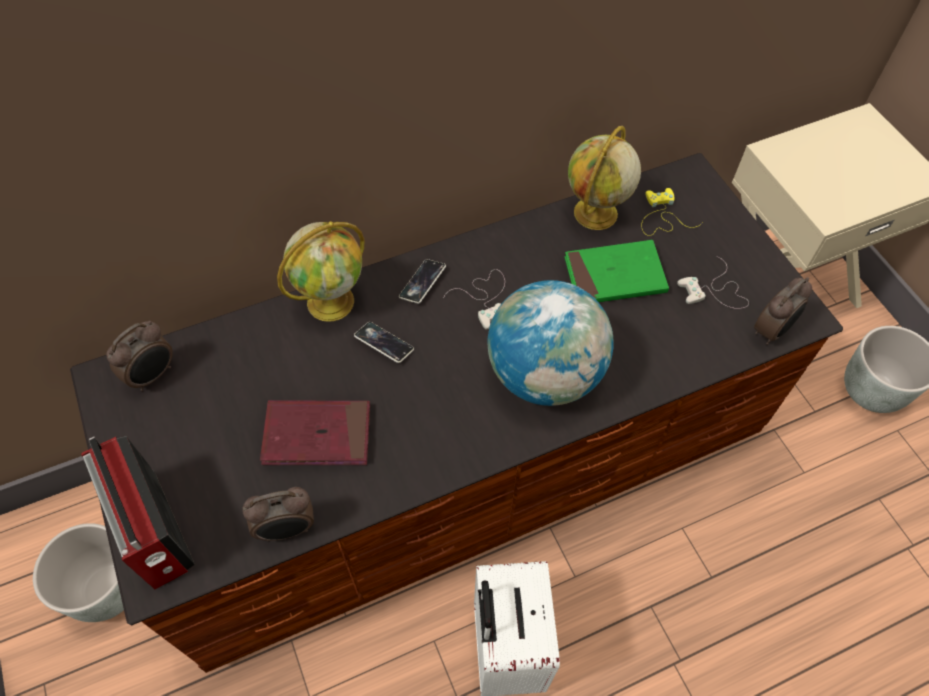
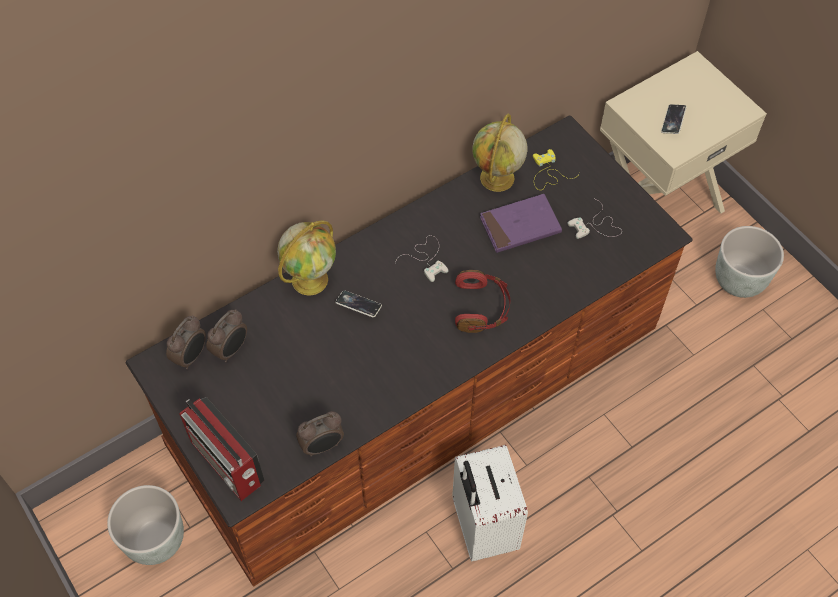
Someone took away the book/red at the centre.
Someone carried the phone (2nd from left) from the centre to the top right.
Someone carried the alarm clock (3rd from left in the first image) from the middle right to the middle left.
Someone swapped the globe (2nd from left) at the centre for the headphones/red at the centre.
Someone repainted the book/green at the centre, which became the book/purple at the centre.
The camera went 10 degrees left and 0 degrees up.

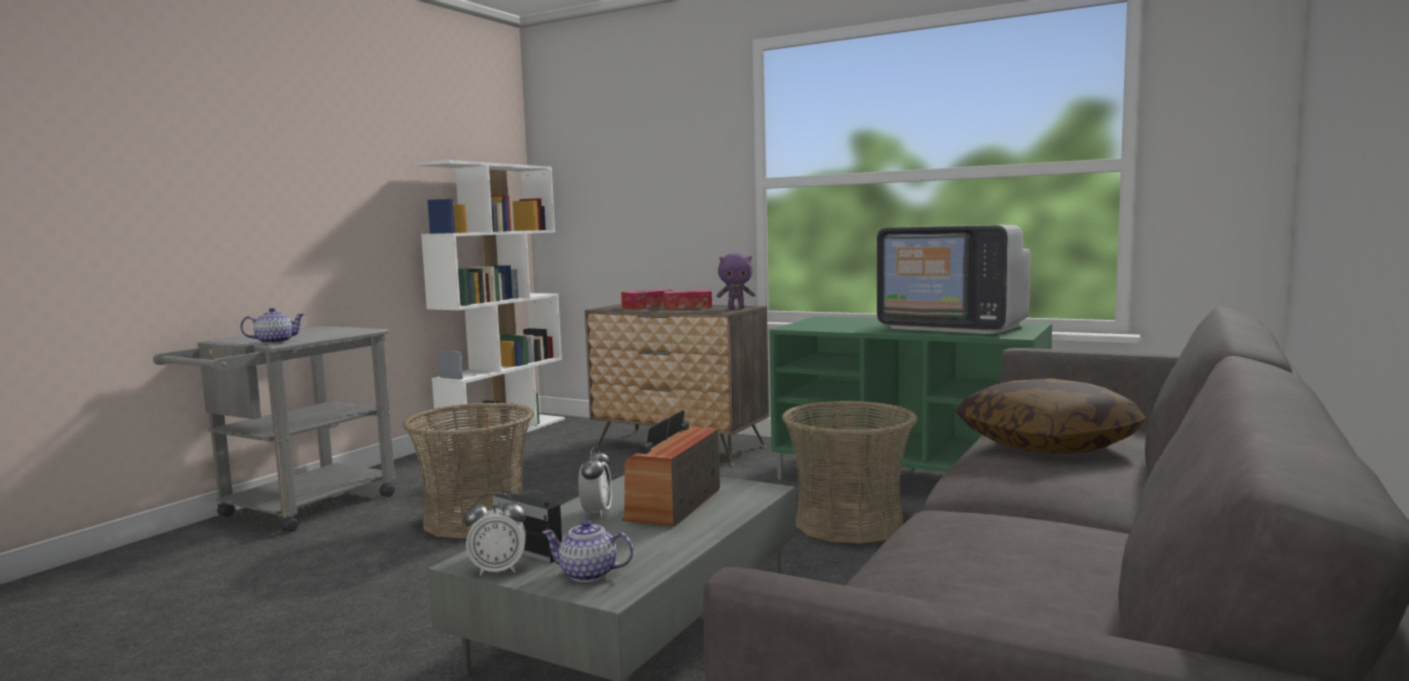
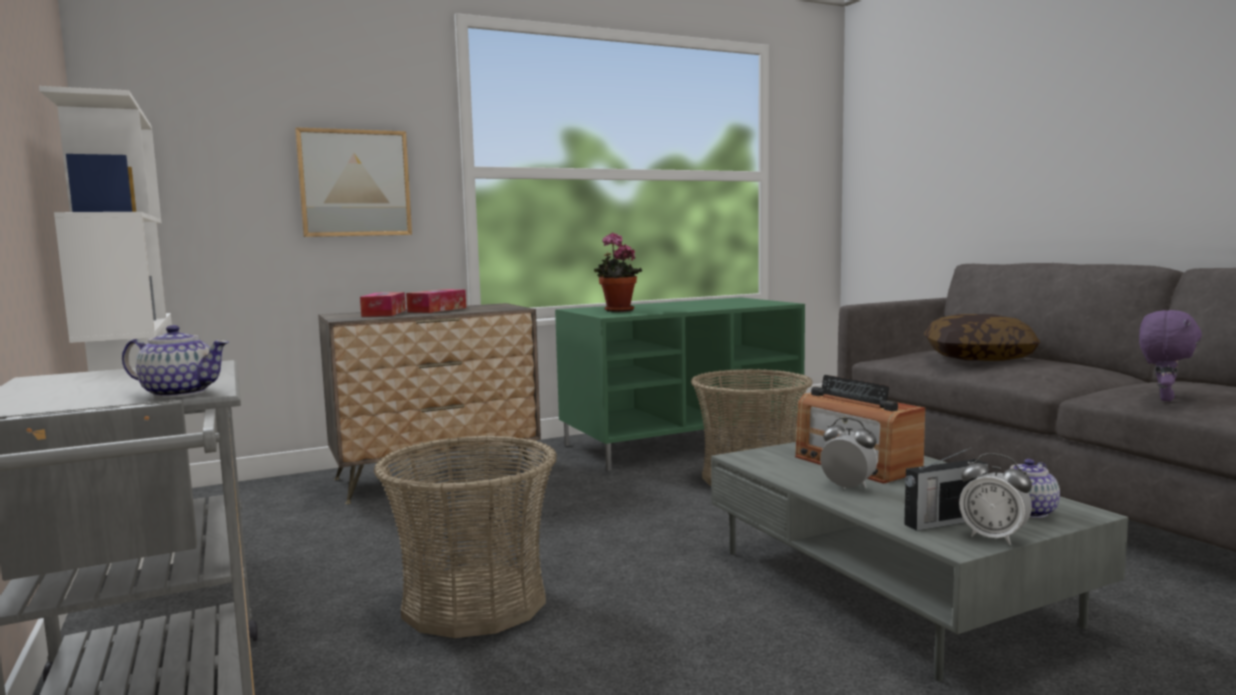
Someone took away the television at the middle right.
Someone put up the picture at the top left.
Someone put down the potted plant at the centre.
Someone carried the plush toy/purple from the centre to the middle right.
Someone rotated the teapot (1st from left) at the middle left by 90 degrees clockwise.
Someone rotated the alarm clock (1st from left in the first image) at the bottom centre by 105 degrees clockwise.
The camera went 55 degrees left and 0 degrees up.

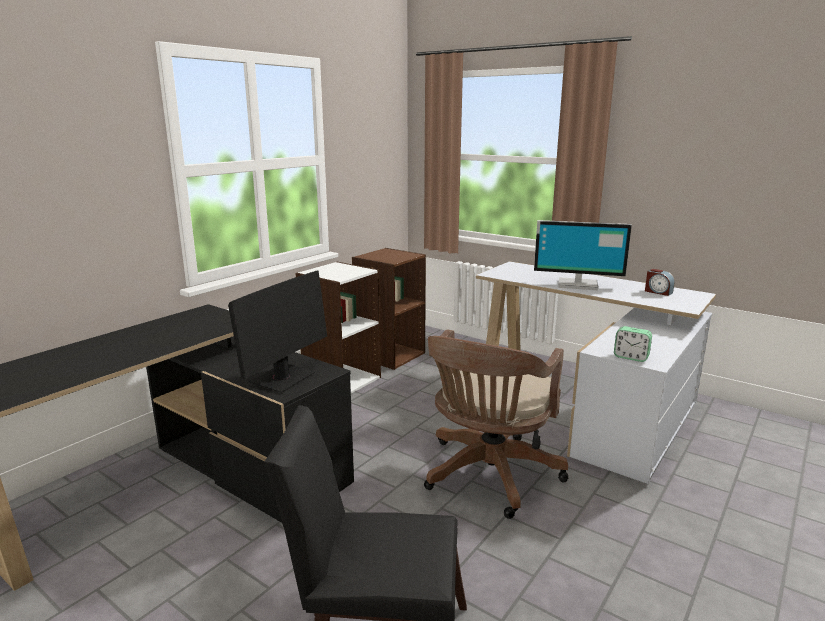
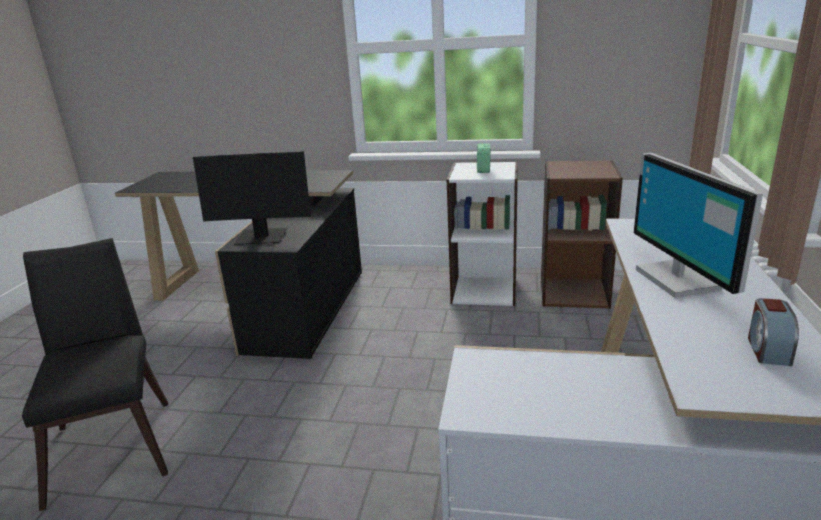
Someone took away the office chair/brown at the bottom centre.
Someone carried the alarm clock (1st from left) from the middle right to the top centre.
The camera went 65 degrees right and 5 degrees up.

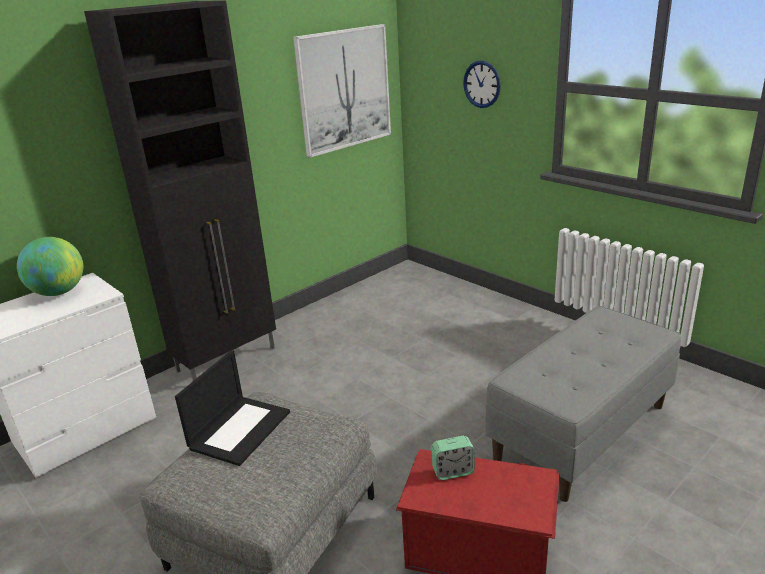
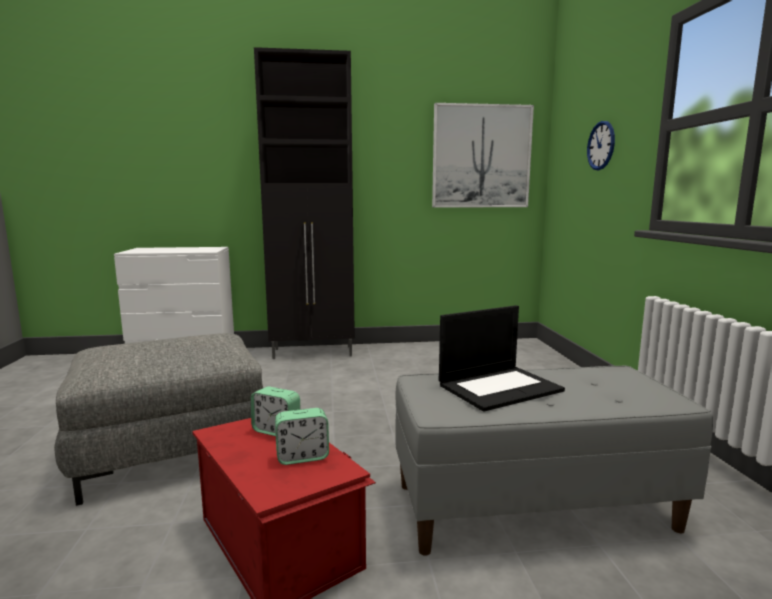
Someone took away the globe at the middle left.
Someone put down the alarm clock (2nd from left) at the bottom centre.
Someone carried the laptop from the bottom left to the centre.
The camera went 35 degrees right and 15 degrees down.

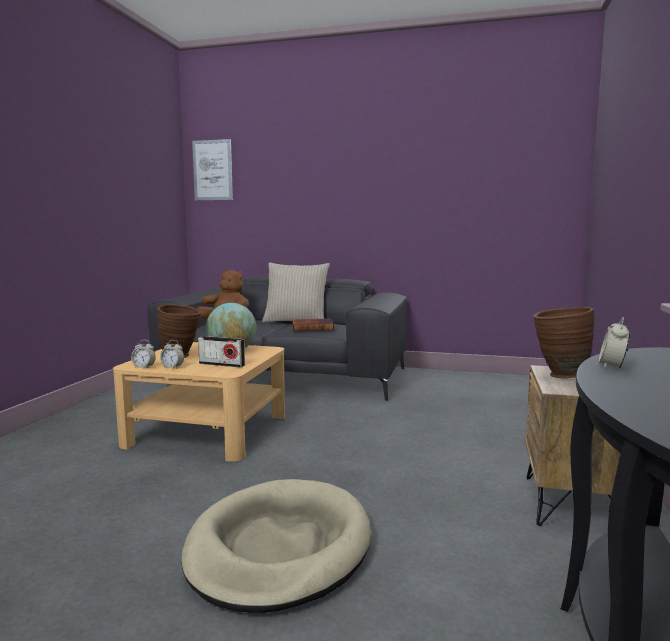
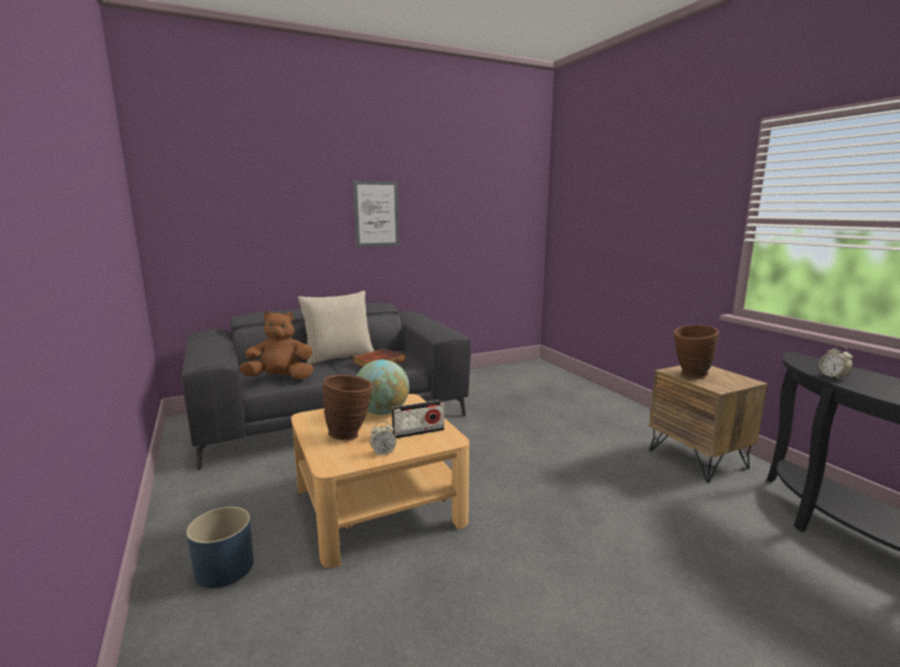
Someone took away the alarm clock (1st from left) at the middle left.
Someone took away the dog bed/beige at the bottom centre.
Someone put down the planter/blue at the bottom left.
Someone carried the picture from the top left to the top centre.
The camera went 40 degrees left and 5 degrees up.

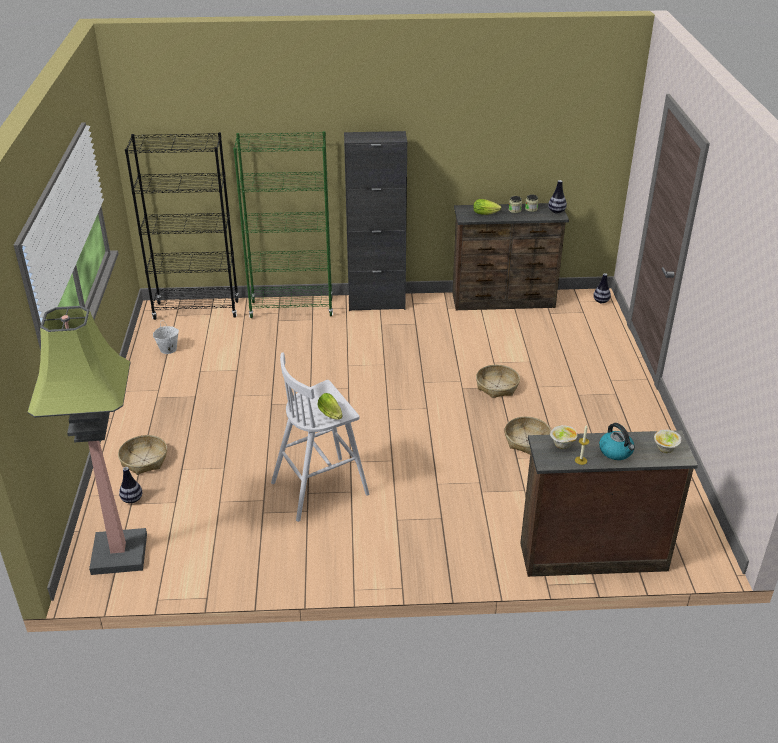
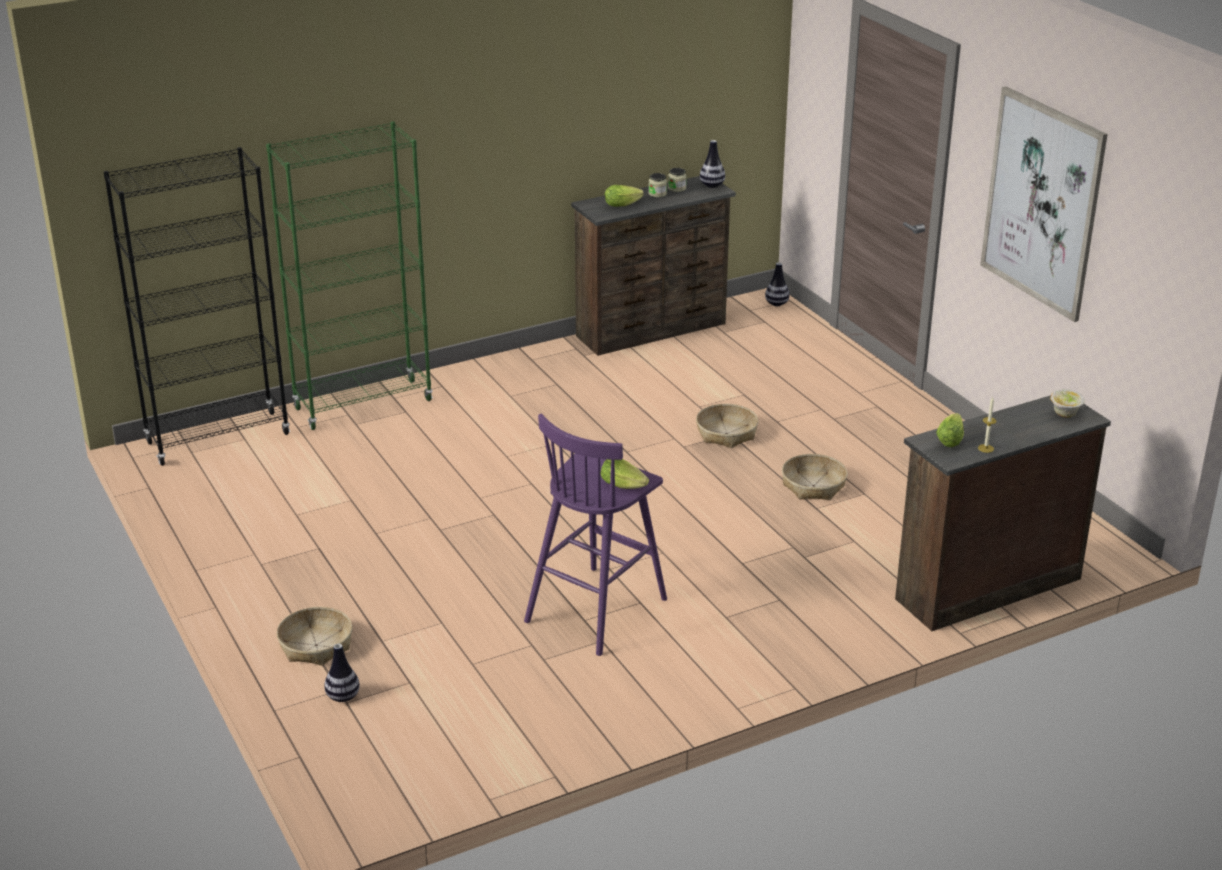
Someone took away the floor lamp at the middle left.
Someone took away the bucket/white at the middle left.
Someone took away the cabinet/black at the top centre.
Someone took away the kettle at the middle right.
Someone put up the picture at the top right.
Someone swapped the bowl (1st from left) at the middle right for the lettuce (3rd from left) at the middle right.
Someone repainted the stool/white at the centre, which became the stool/purple at the centre.
The camera went 25 degrees left and 5 degrees down.

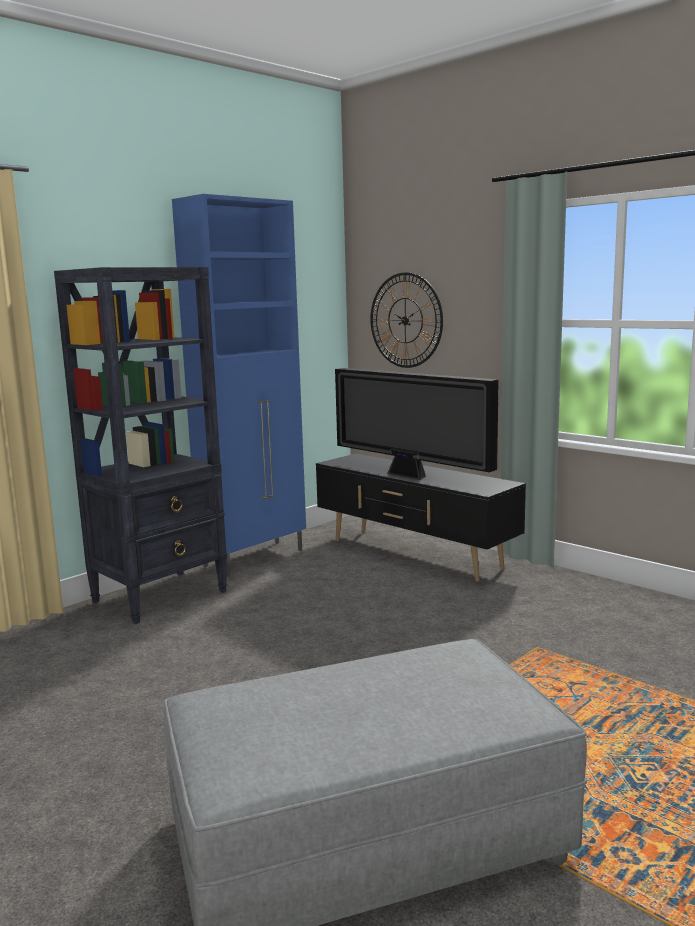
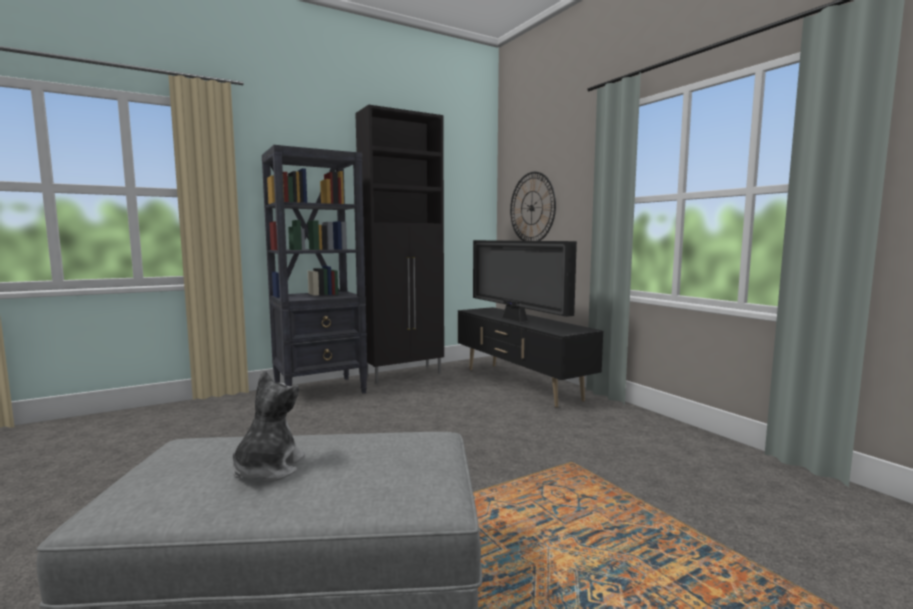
Someone put down the plush toy at the bottom left.
Someone repainted the cabinet/blue at the centre, which became the cabinet/black at the centre.
The camera went 15 degrees right and 5 degrees down.

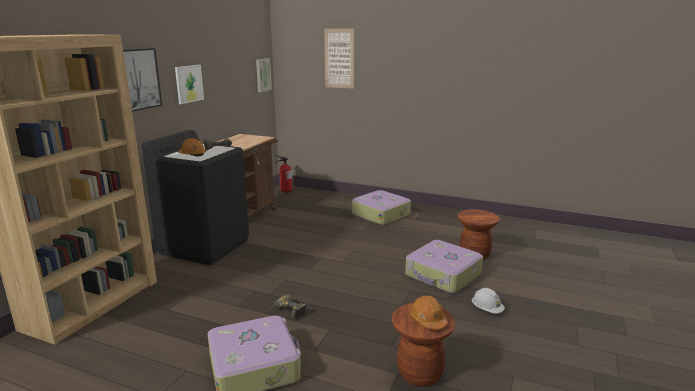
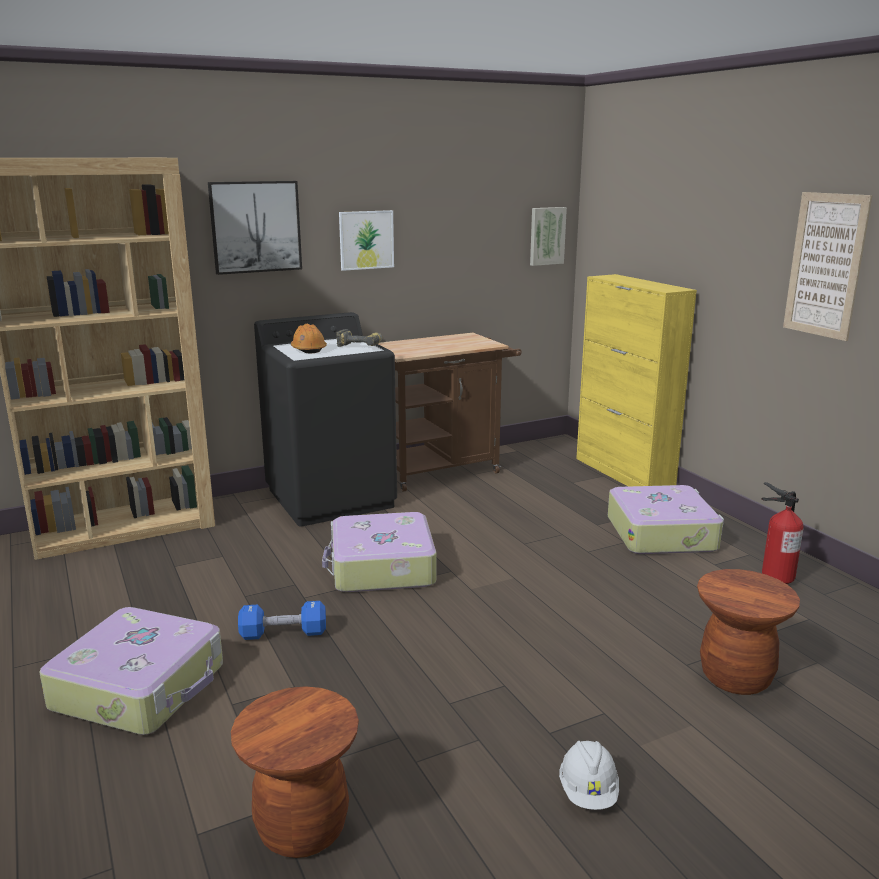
Someone took away the hard hat/orange (2nd from left) at the bottom centre.
Someone put down the cabinet/yellow at the middle right.
Someone carried the fire extinguisher from the centre to the middle right.
Someone carried the picture (4th from left) from the top centre to the top right.
Someone carried the suitcase (3rd from left in the first image) from the bottom centre to the centre.
Someone swapped the power drill (2nd from left) at the bottom centre for the dumbbell/blue at the bottom left.
The camera went 40 degrees right and 0 degrees up.

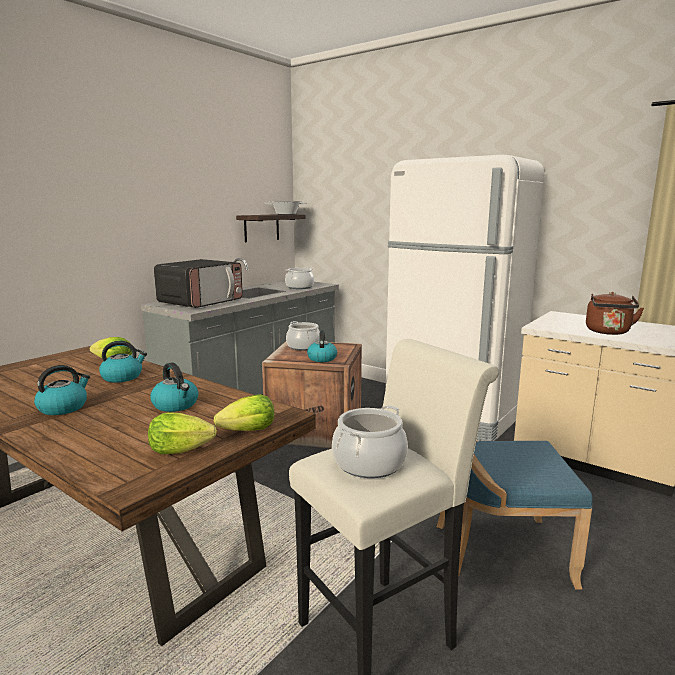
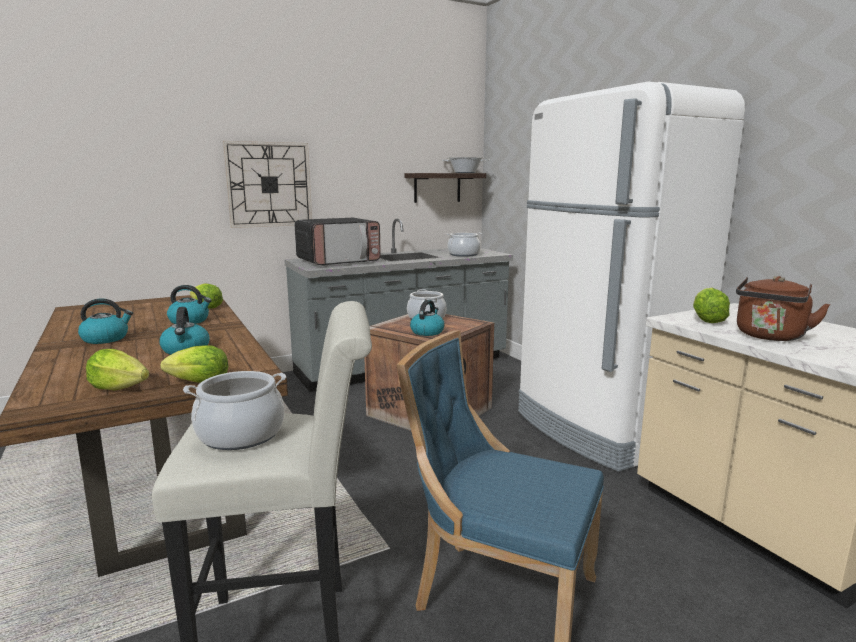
Someone put up the wall clock at the top left.
Someone put down the lettuce (4th from left) at the middle right.
The camera went 25 degrees right and 0 degrees up.

